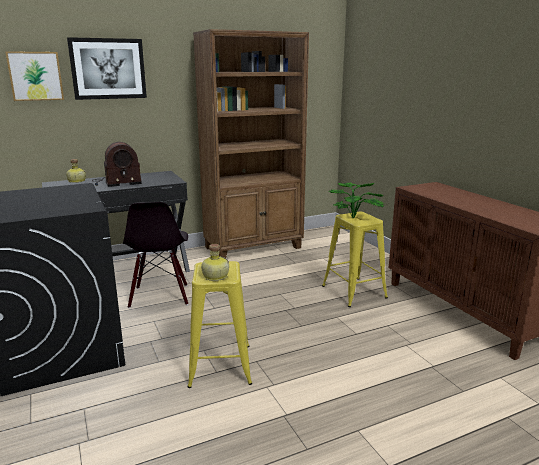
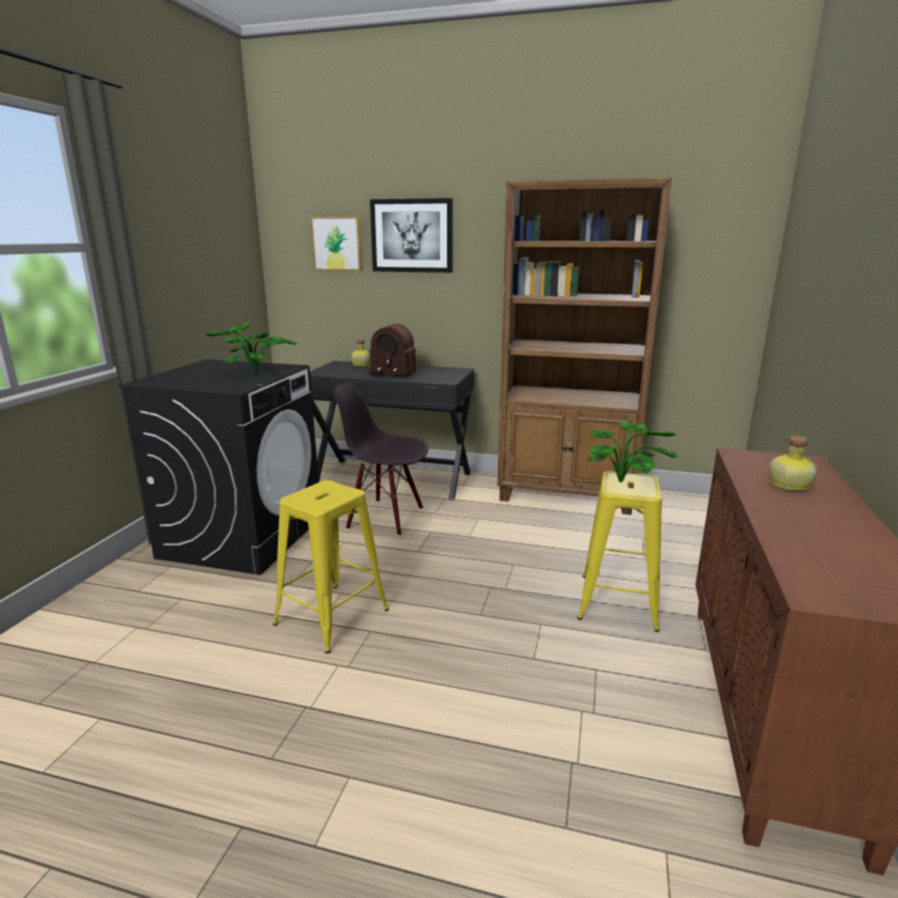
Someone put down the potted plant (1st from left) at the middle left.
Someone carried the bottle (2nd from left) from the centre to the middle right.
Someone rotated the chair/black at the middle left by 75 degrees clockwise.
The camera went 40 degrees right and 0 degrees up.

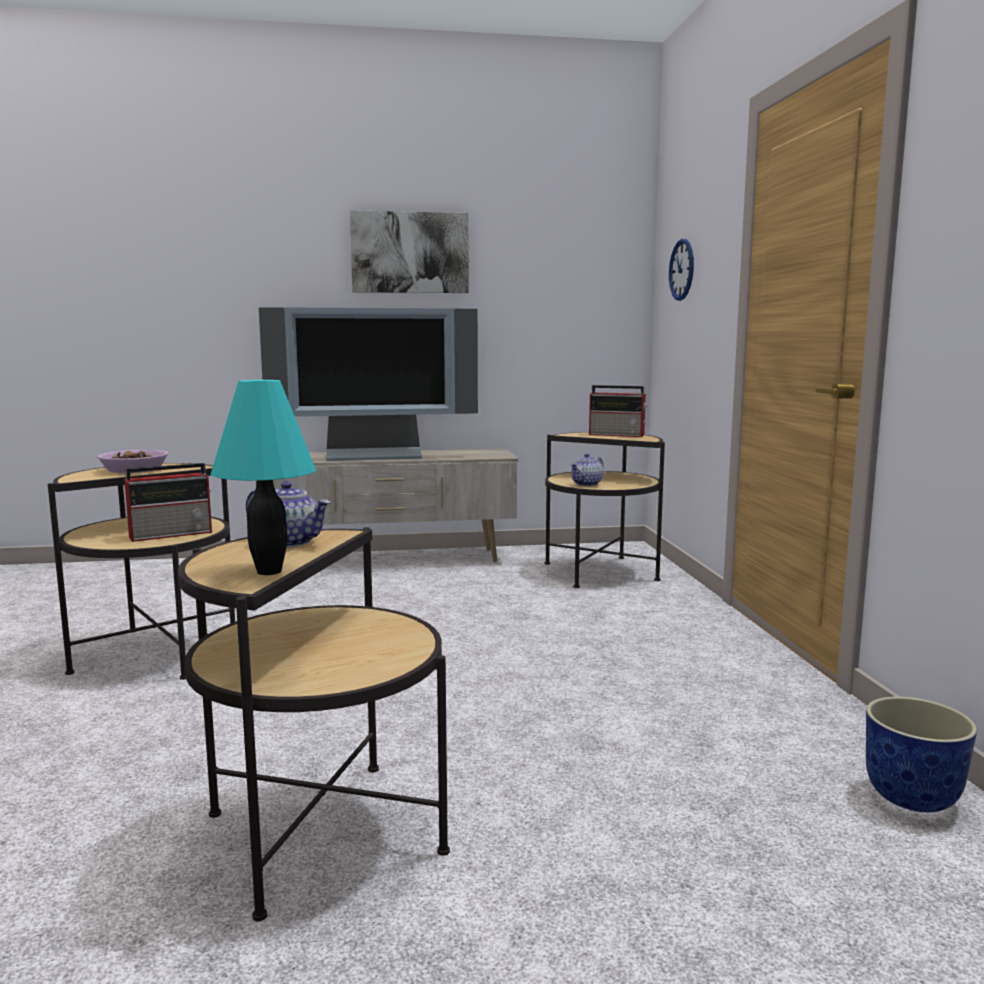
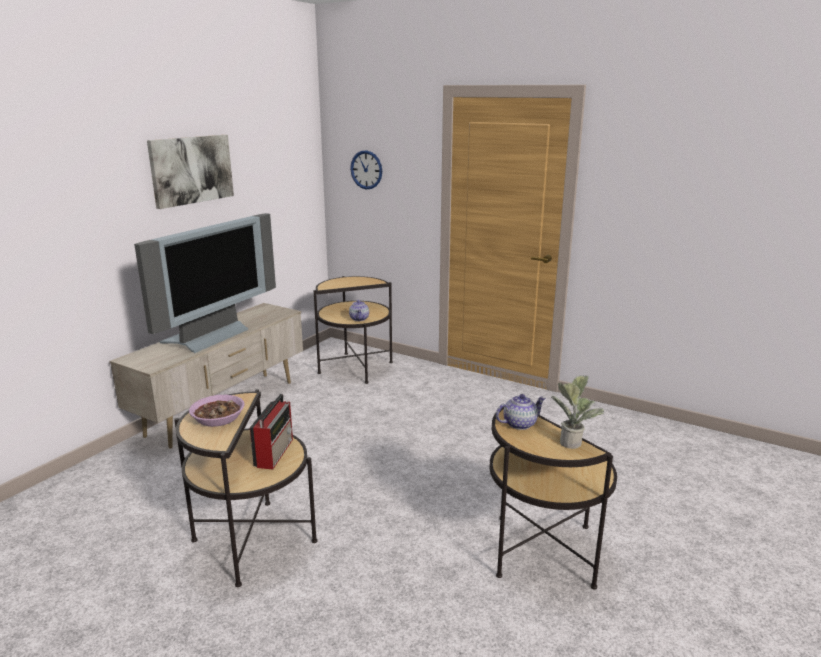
Someone took away the radio (2nd from left) at the centre.
Someone took away the planter at the bottom right.
Someone swapped the table lamp/turquoise at the middle left for the potted plant at the middle right.
The camera went 50 degrees left and 10 degrees up.

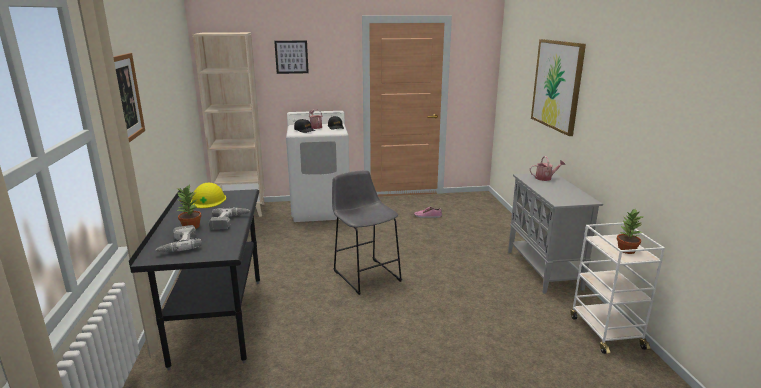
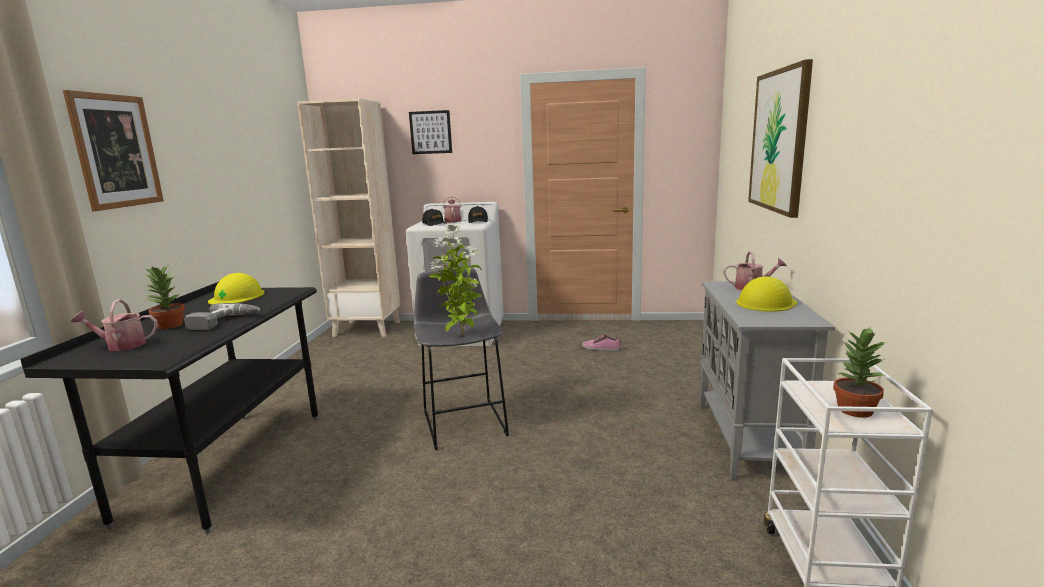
Someone put down the potted plant (2nd from left) at the centre.
Someone put down the hard hat/yellow (2nd from left) at the middle right.
Someone swapped the power drill (1st from left) at the middle left for the watering can (1st from left) at the middle left.
The camera went 15 degrees right and 5 degrees down.

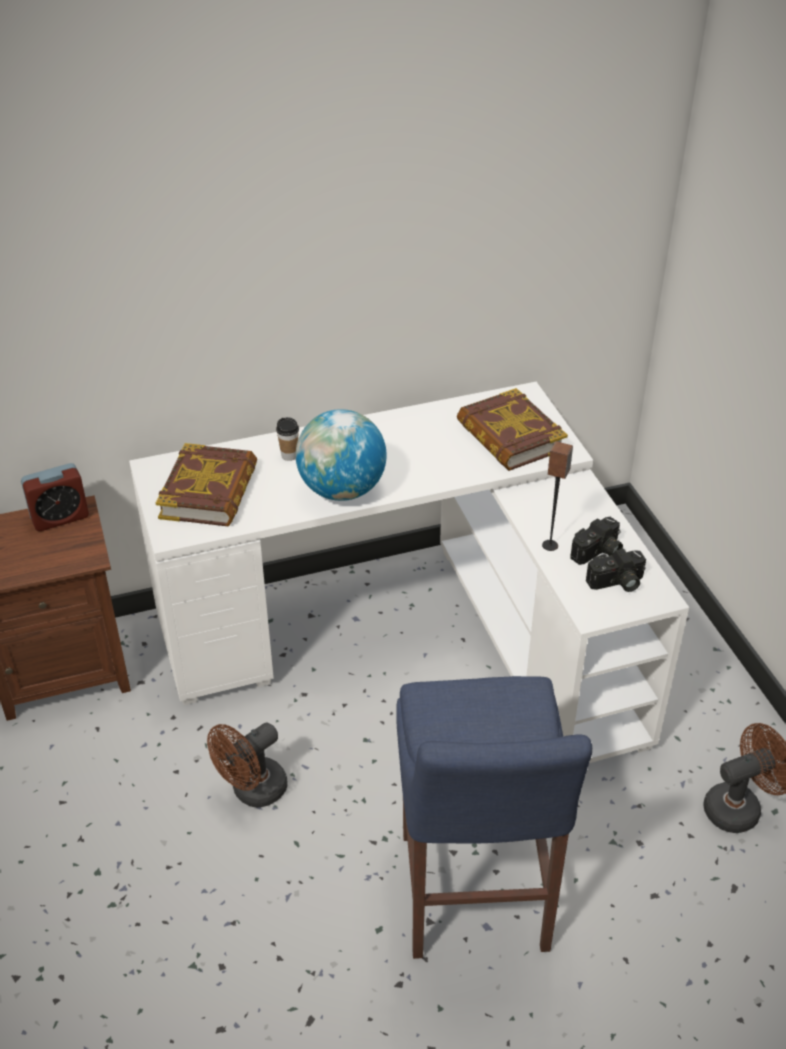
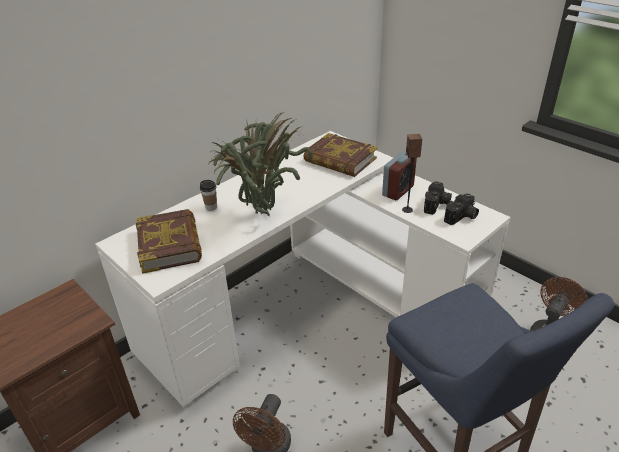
Someone carried the alarm clock from the middle left to the centre.
Someone swapped the globe at the centre for the potted plant at the centre.
The camera went 25 degrees left and 5 degrees down.

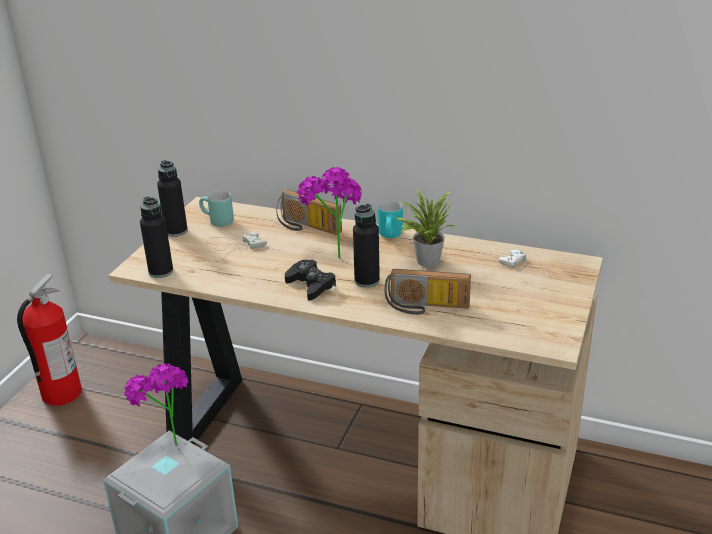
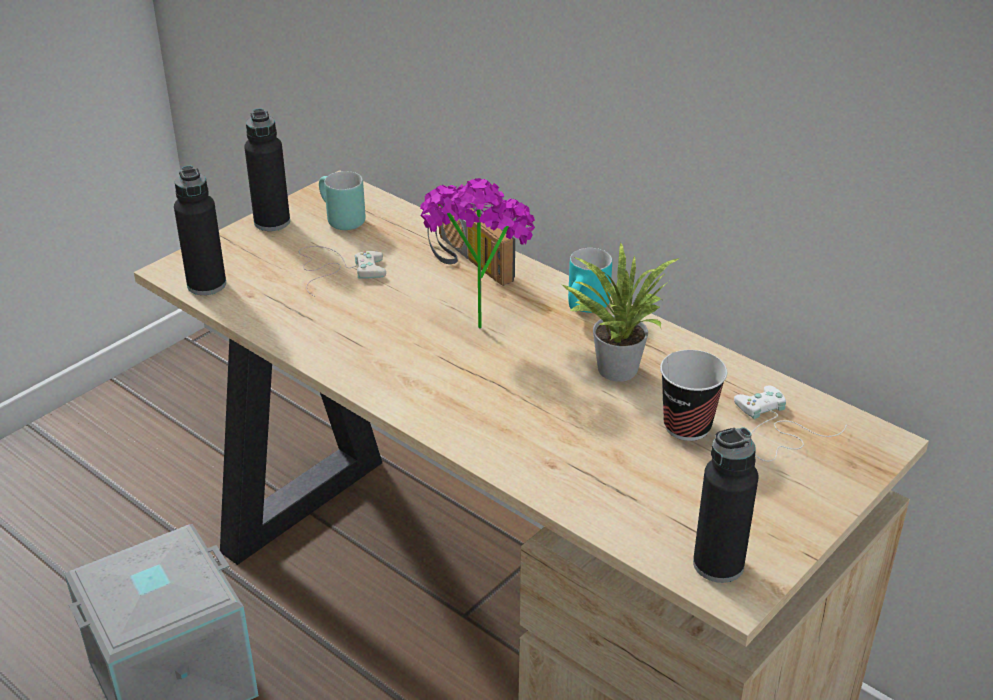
Someone took away the fire extinguisher at the middle left.
Someone took away the potted plant (1st from left) at the bottom left.
Someone took away the game controller/black at the centre.
Someone took away the radio (2nd from left) at the centre.
Someone put down the cup at the middle right.
Someone carried the bottle/black (3rd from left) from the centre to the bottom right.
The camera went 20 degrees right and 5 degrees up.

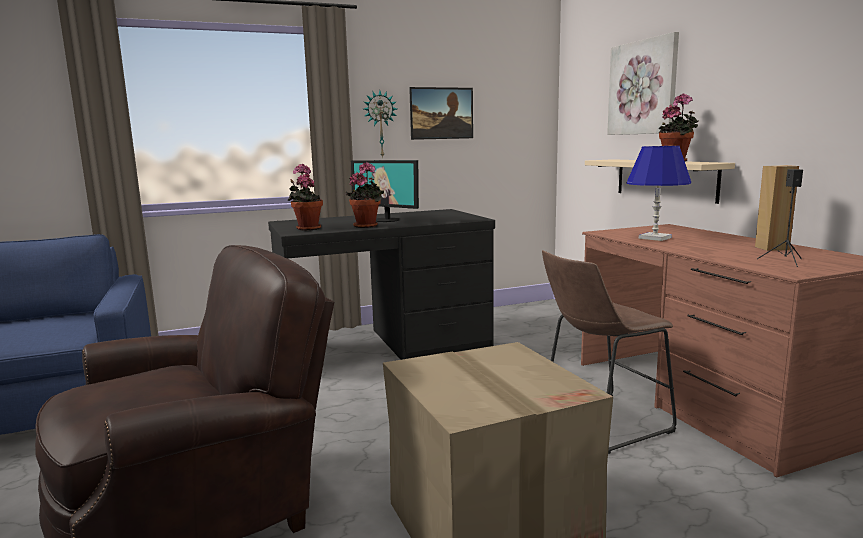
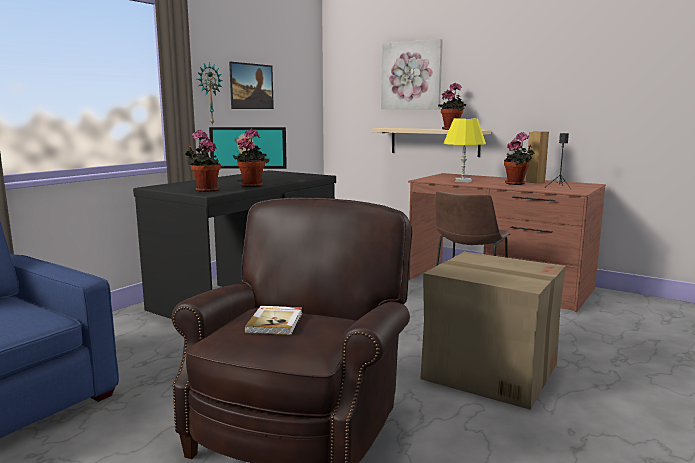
Someone put down the book at the bottom centre.
Someone put down the potted plant (4th from left) at the middle right.
Someone repainted the table lamp/blue at the middle right, which became the table lamp/yellow at the top right.
The camera went 35 degrees left and 0 degrees up.

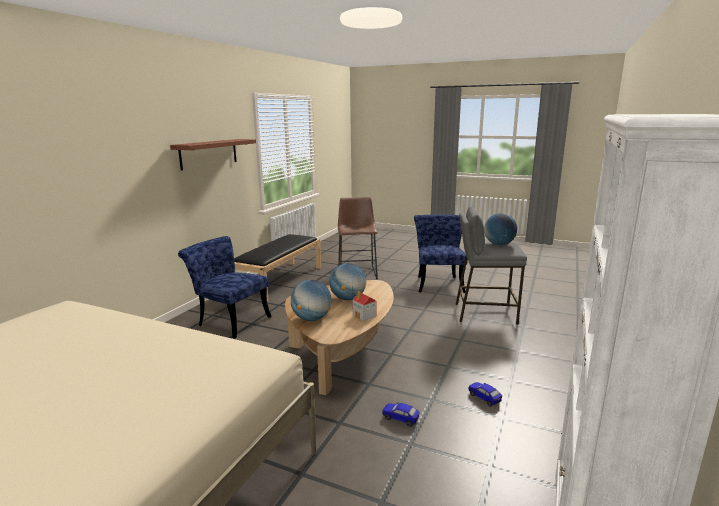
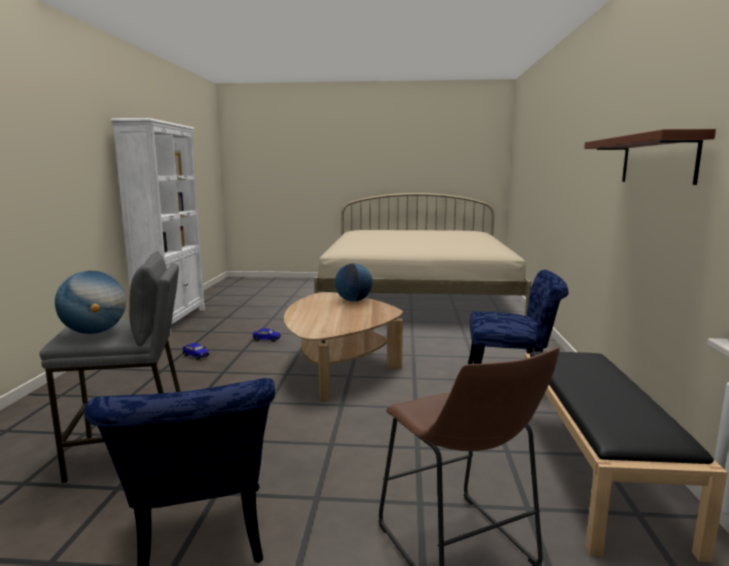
Someone took away the globe (2nd from left) at the centre.
Someone took away the toy house at the centre.
The camera went 160 degrees right and 5 degrees down.

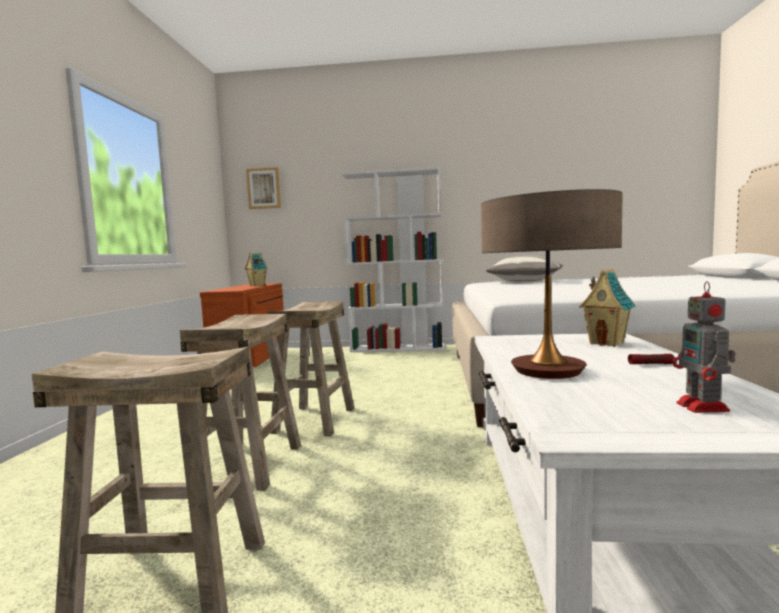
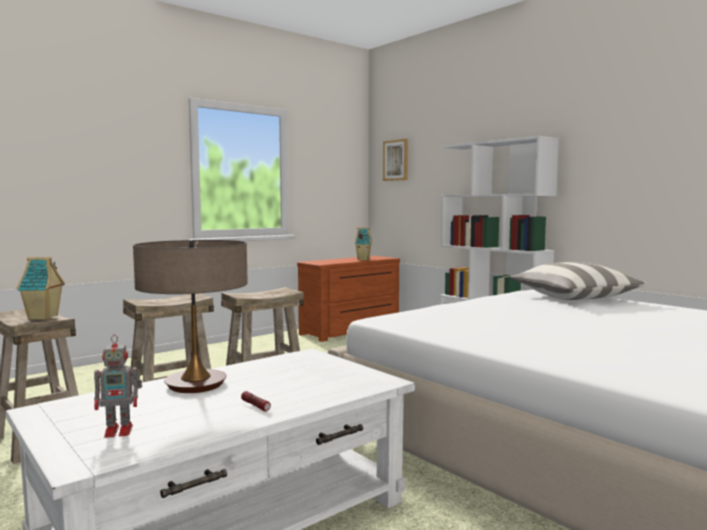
Someone carried the toy house (2nd from left in the first image) from the middle right to the middle left.
Someone rotated the toy robot at the middle right by 150 degrees counterclockwise.
The camera went 45 degrees right and 0 degrees up.

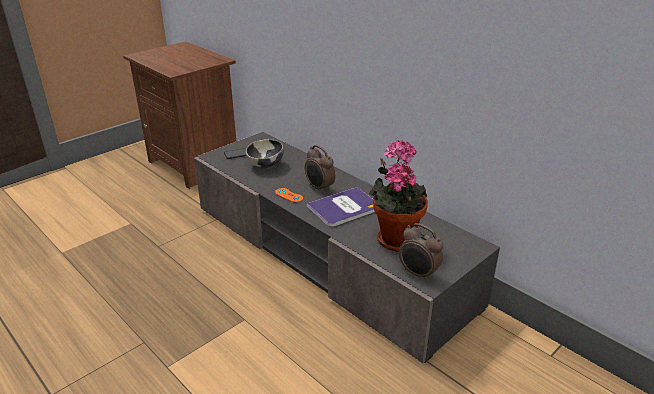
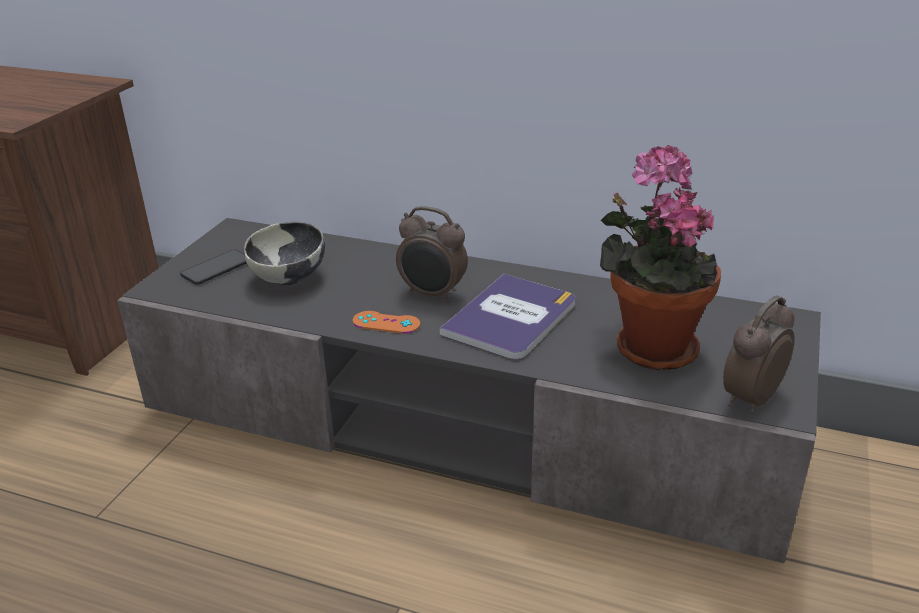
Someone rotated the alarm clock (2nd from left) at the centre by 120 degrees clockwise.
The camera went 25 degrees left and 0 degrees up.

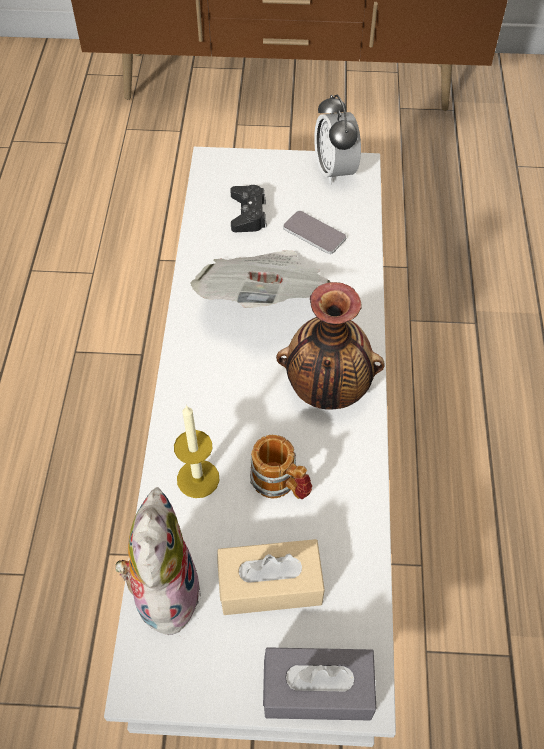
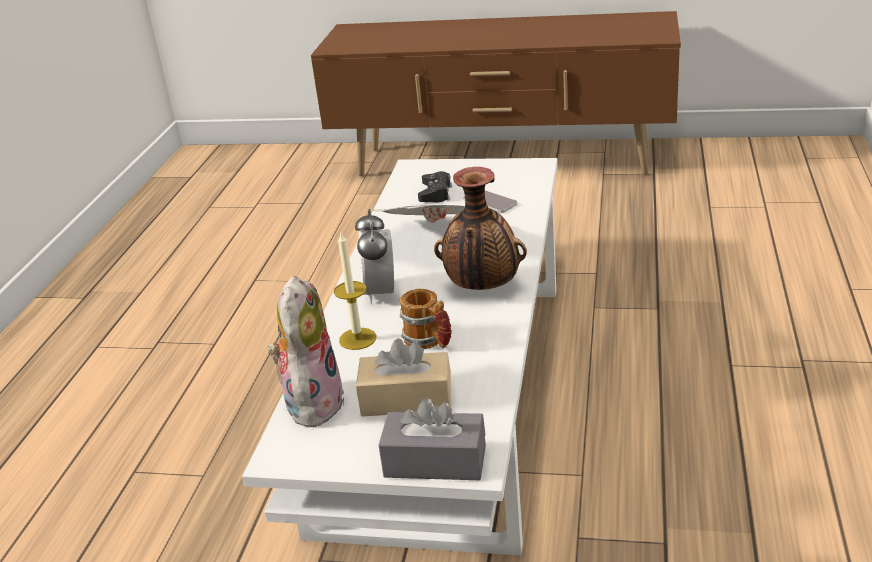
Someone carried the alarm clock from the top centre to the centre.
The camera went 10 degrees right and 25 degrees down.

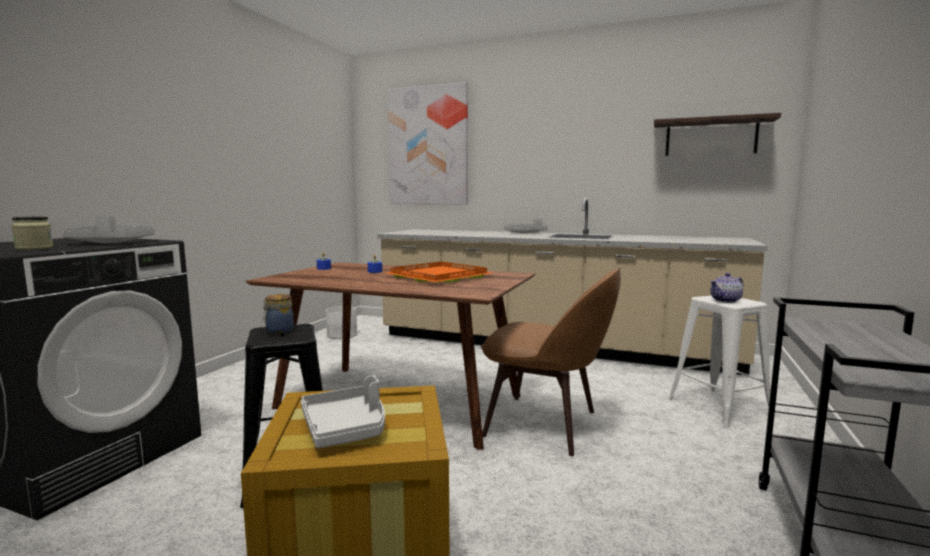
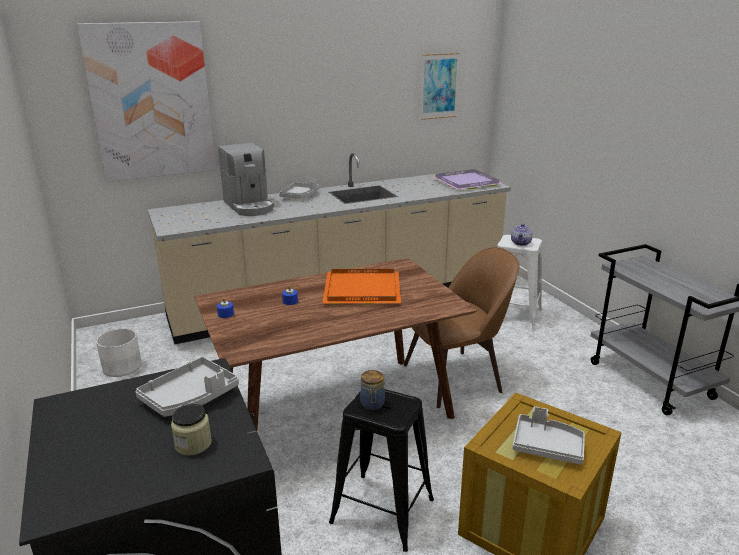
Someone put down the coffee machine at the top left.
Someone put down the tray/purple at the top centre.
Someone swapped the shelf at the top right for the picture (2nd from left) at the top centre.
The camera went 45 degrees left and 15 degrees up.

